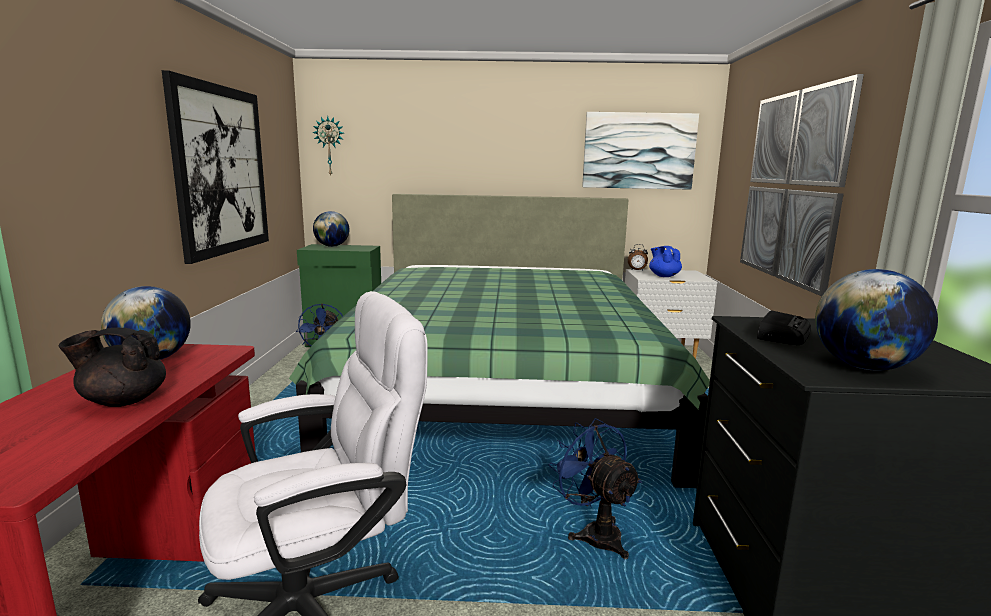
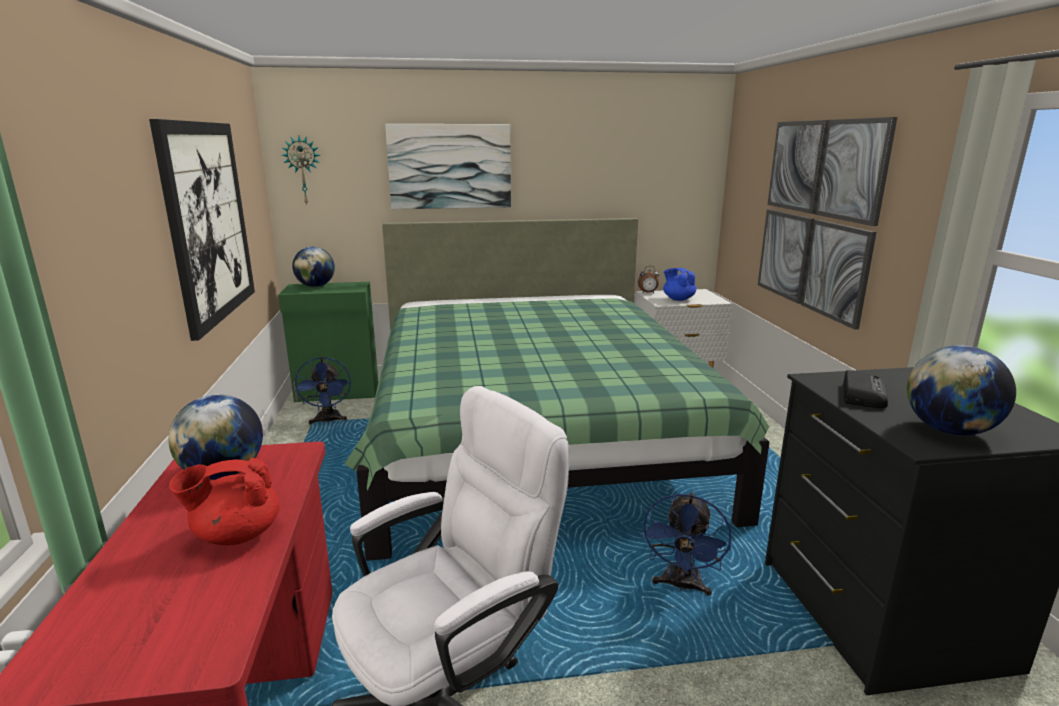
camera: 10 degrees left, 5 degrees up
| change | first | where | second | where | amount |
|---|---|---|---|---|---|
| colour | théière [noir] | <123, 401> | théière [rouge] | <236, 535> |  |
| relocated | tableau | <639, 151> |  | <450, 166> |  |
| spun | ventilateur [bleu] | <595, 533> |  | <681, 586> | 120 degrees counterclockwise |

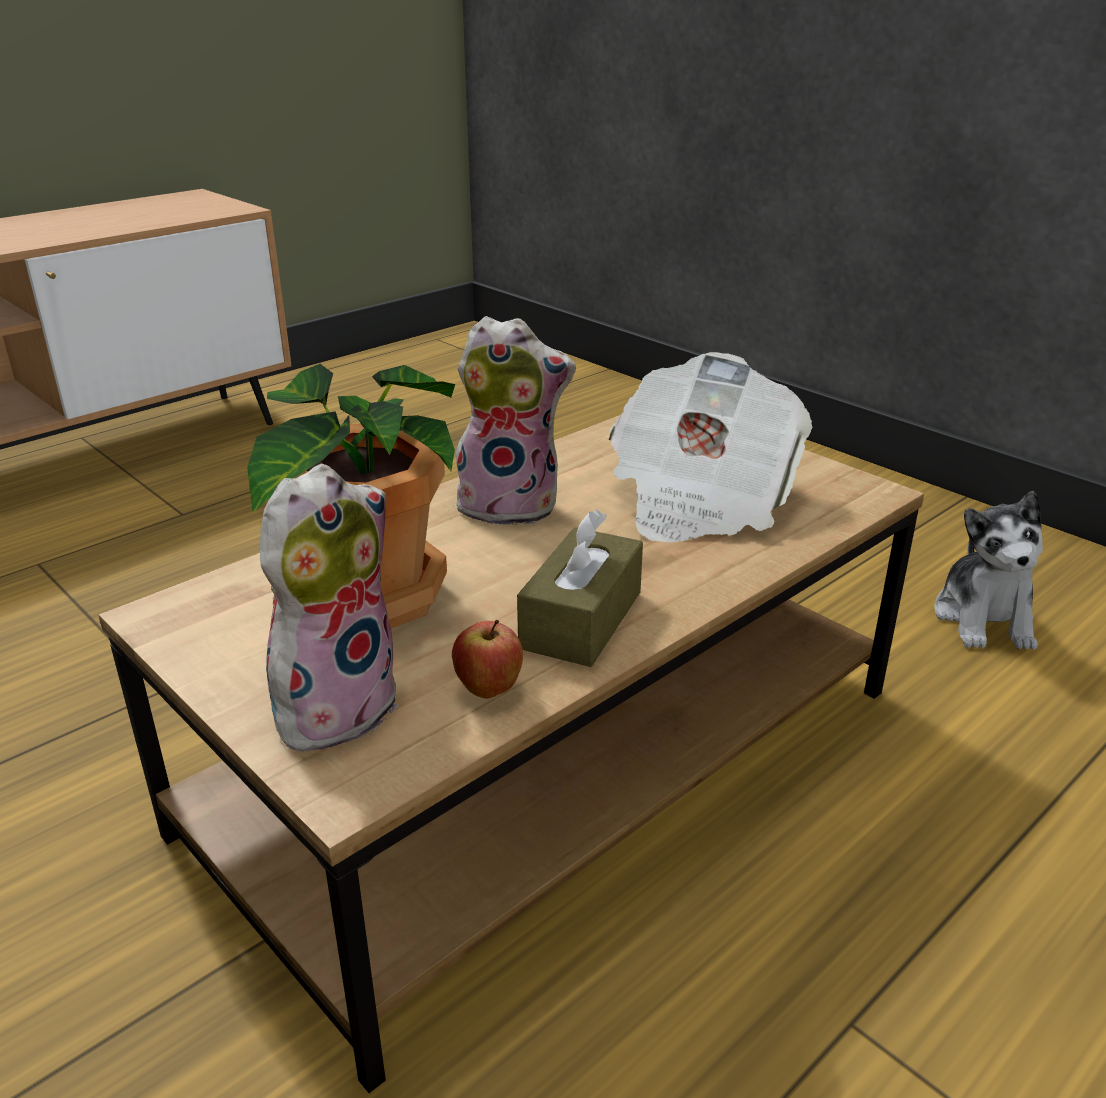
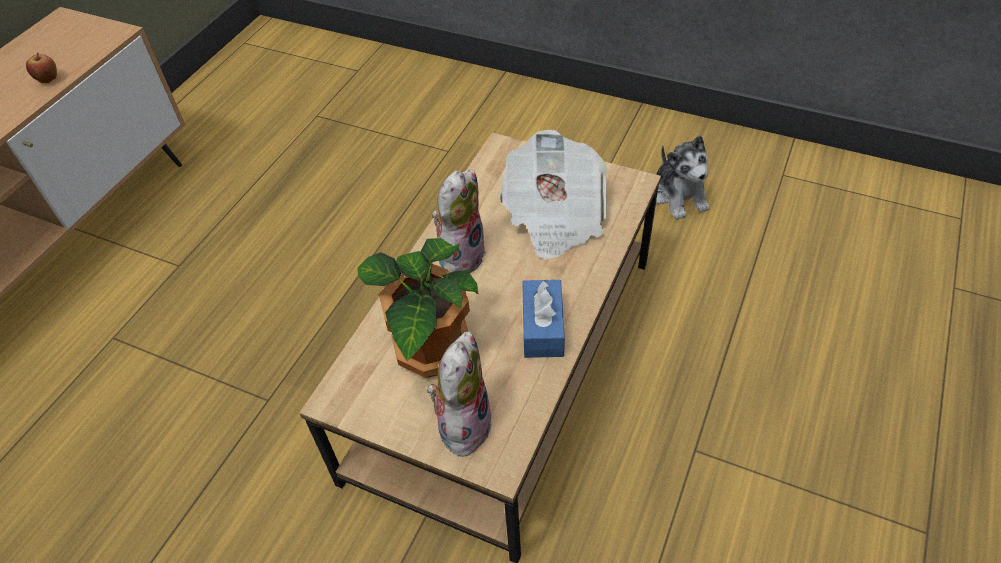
camera: 20 degrees left, 20 degrees up
| change | first | where | second | where | amount |
|---|---|---|---|---|---|
| relocated | pomme | <489, 690> |  | <49, 80> |  |
| spun | peluche | <511, 505> |  | <460, 255> | 45 degrees counterclockwise |
| colour | boîte à mouchoirs [marron] | <581, 620> | boîte à mouchoirs [bleu] | <542, 327> |  |

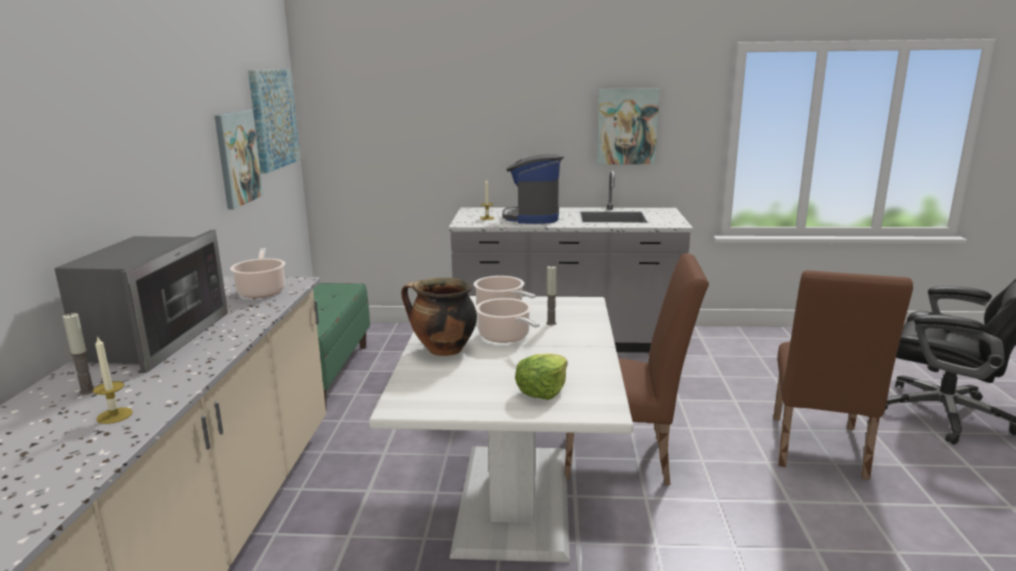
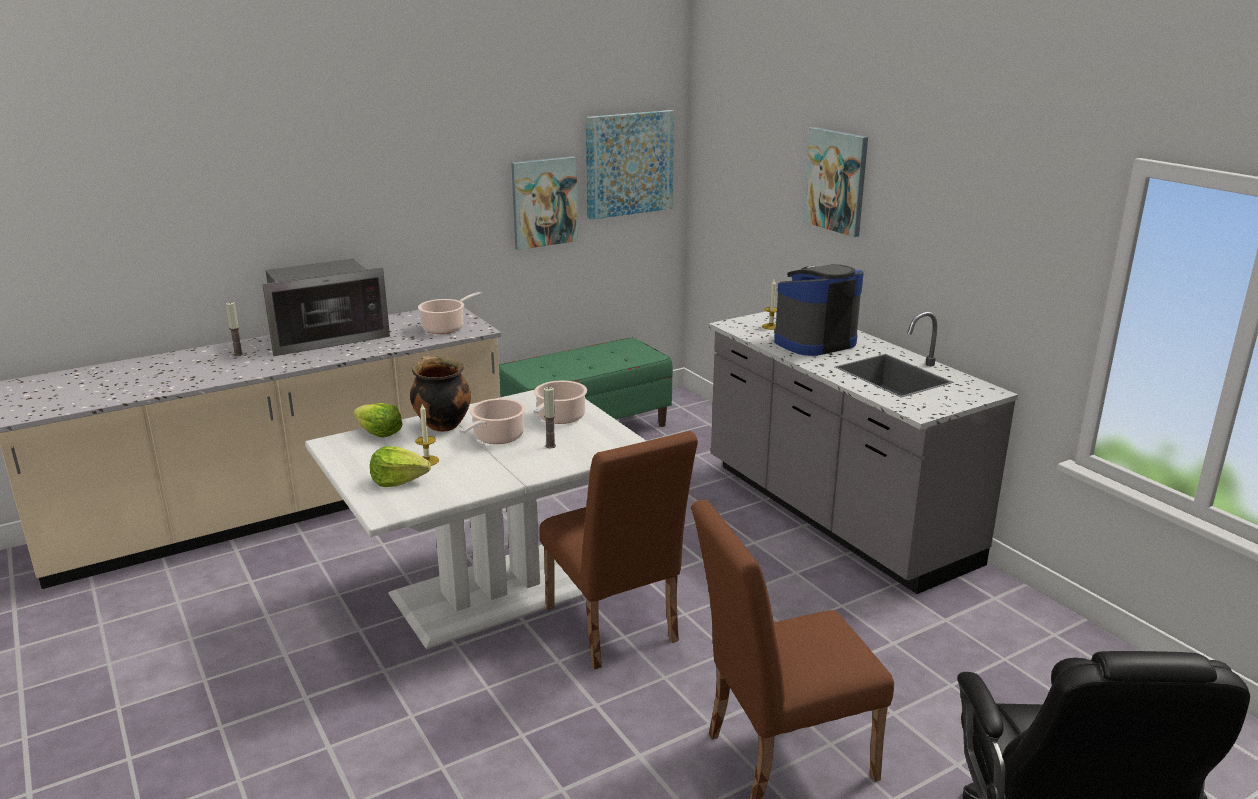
camera: 55 degrees right, 5 degrees up
| change | first | where | second | where | amount |
|---|---|---|---|---|---|
| appeared |  |  | laitue | <379, 433> |  |
| relocated | bougie | <114, 415> |  | <427, 461> |  |
| relocated | tableau | <627, 126> |  | <836, 181> |  |

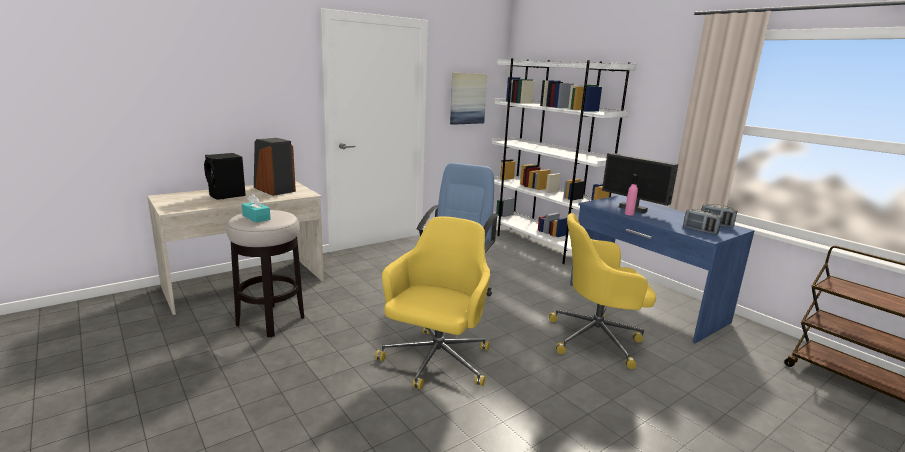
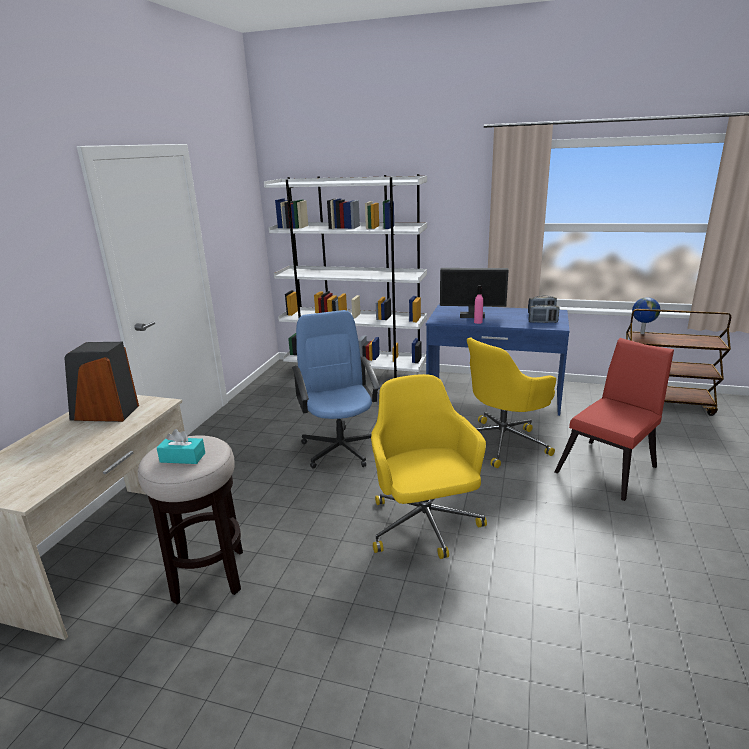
camera: 35 degrees left, 5 degrees up
| change | first | where | second | where | amount |
|---|---|---|---|---|---|
| appeared |  |  | chaise [rouge] | <610, 467> |  |
| appeared |  |  | globe | <641, 333> |  |
| missing | enceinte [noir] | <227, 195> |  |  |  |
| missing | tableau | <467, 98> |  |  |  |

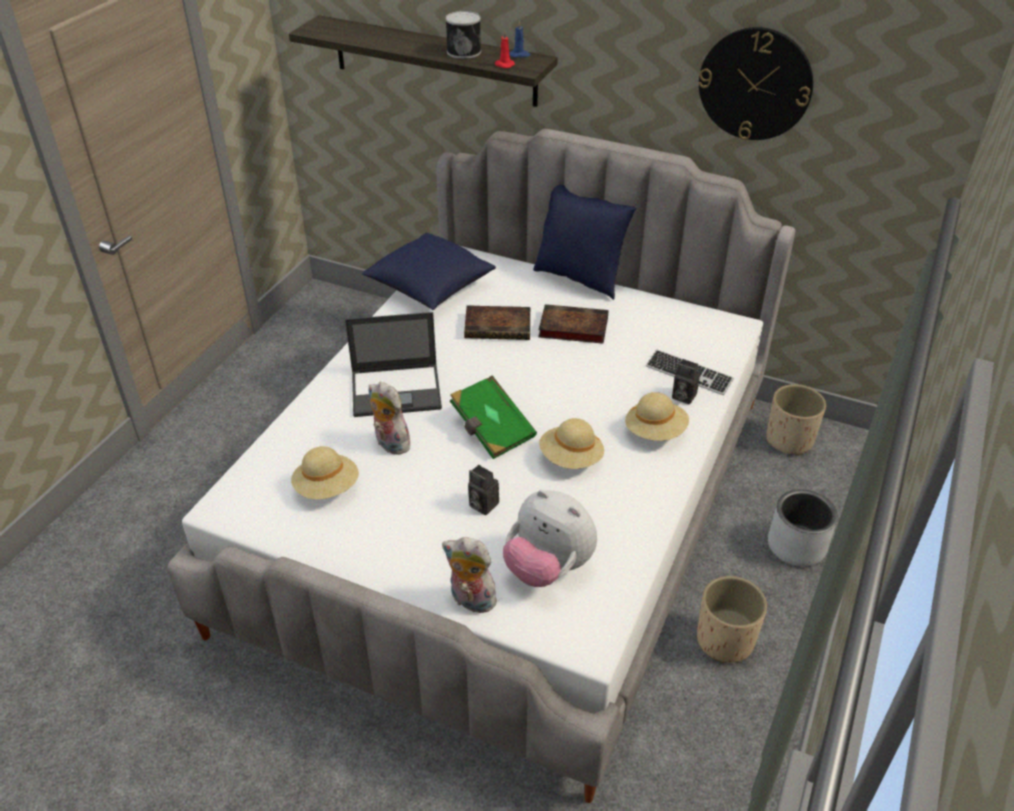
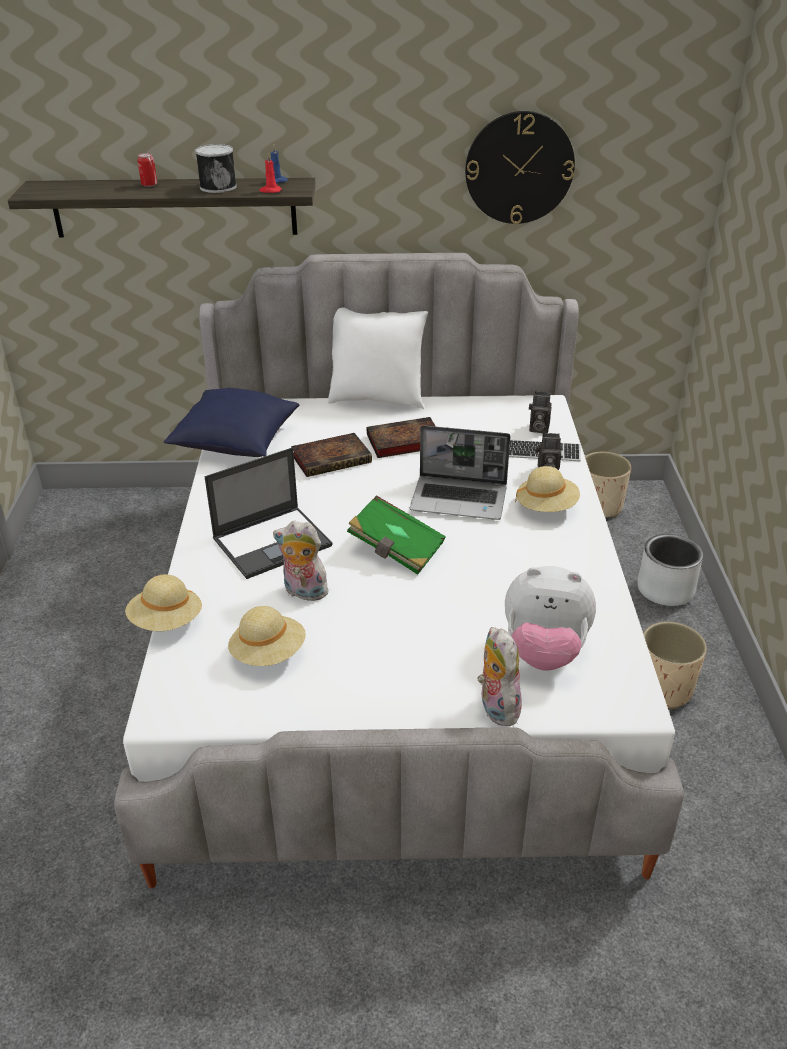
camera: 25 degrees left, 5 degrees down
| change | first | where | second | where | amount |
|---|---|---|---|---|---|
| relocated | chapeau [beige] | <571, 458> |  | <166, 622> |  |
| appeared |  |  | boîte métallique | <149, 185> |  |
| colour | coussin [bleu] | <579, 277> | coussin [blanc] | <377, 399> |  |
| appeared |  |  | ordinateur portable | <460, 499> |  |
| spun | peluche | <470, 601> |  | <496, 707> | 75 degrees clockwise |
| relocated | appareil photo | <481, 504> |  | <537, 429> |  |

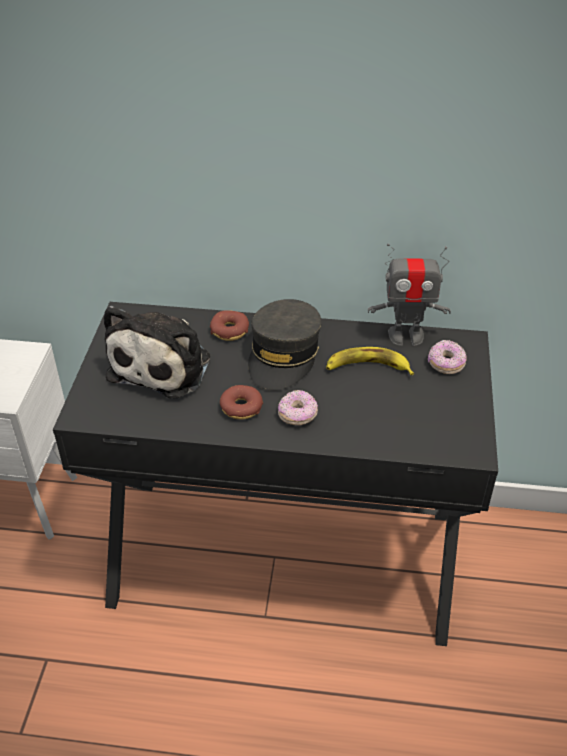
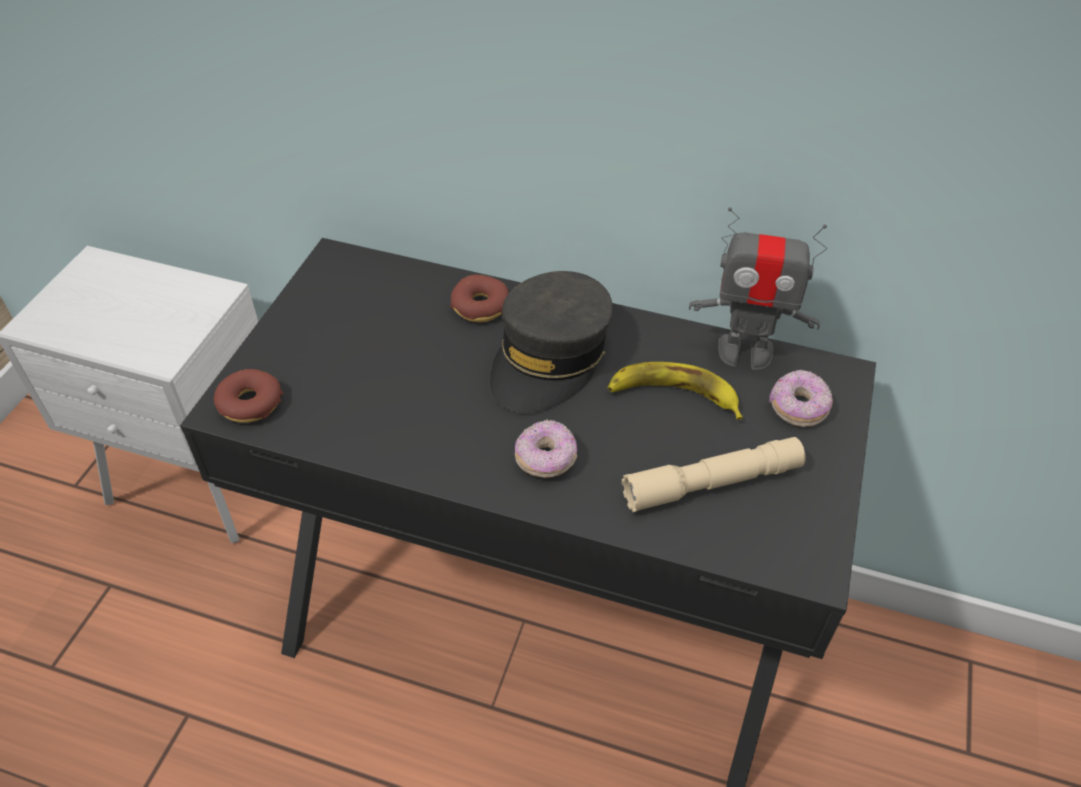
camera: 10 degrees right, 5 degrees up
| change | first | where | second | where | amount |
|---|---|---|---|---|---|
| relocated | beignet | <241, 407> |  | <250, 403> |  |
| appeared |  |  | lampe de poche [beige] | <712, 483> |  |
| missing | peluche | <163, 364> |  |  |  |

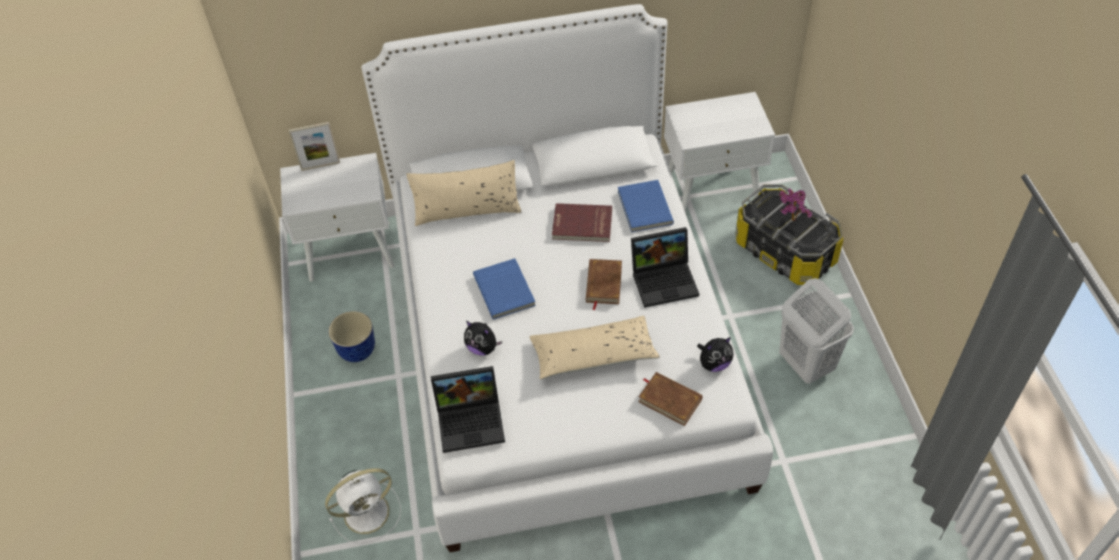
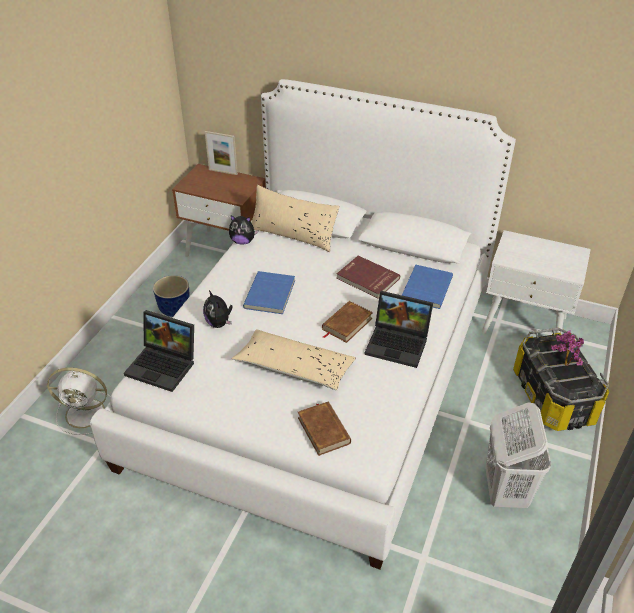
camera: 30 degrees right, 10 degrees down
| change | first | where | second | where | amount |
|---|---|---|---|---|---|
| colour | table de chevet [blanc] | <350, 250> | table de chevet [marron] | <226, 249> |  |
| relocated | peluche | <714, 364> |  | <243, 241> |  |

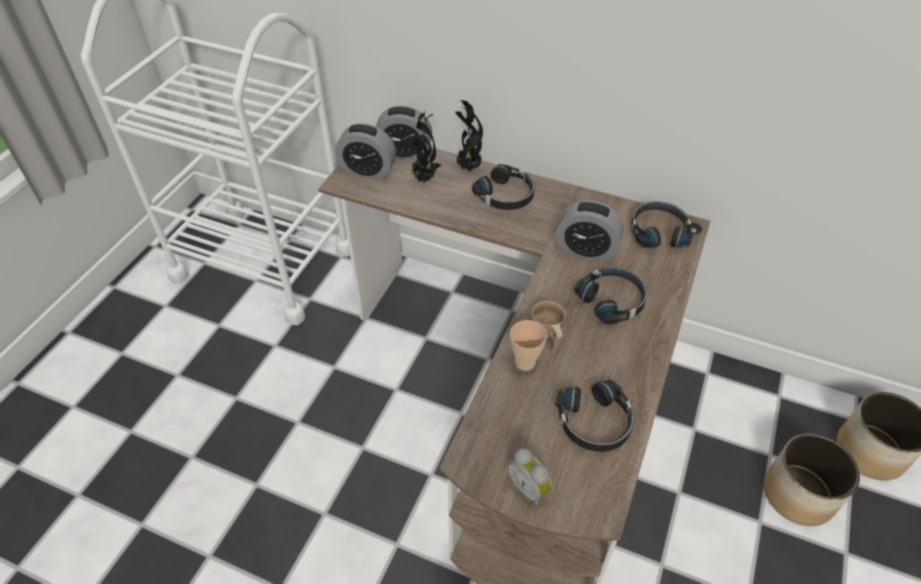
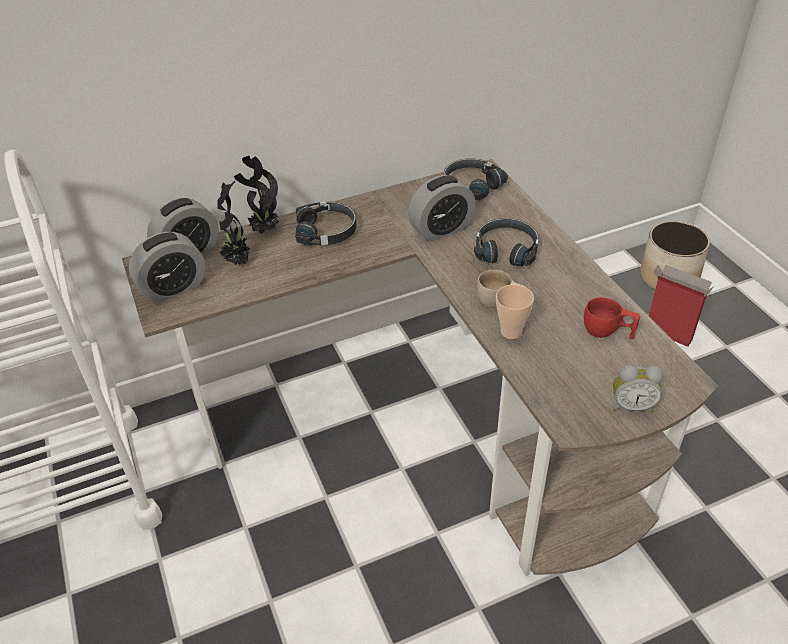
camera: 45 degrees left, 5 degrees down
| change | first | where | second | where | amount |
|---|---|---|---|---|---|
| exchanged | casque audio [noir] | <594, 422> | tasse [rouge] | <607, 332> |  |
| exchanged | cache-pot | <799, 495> | carton | <667, 334> |  |

